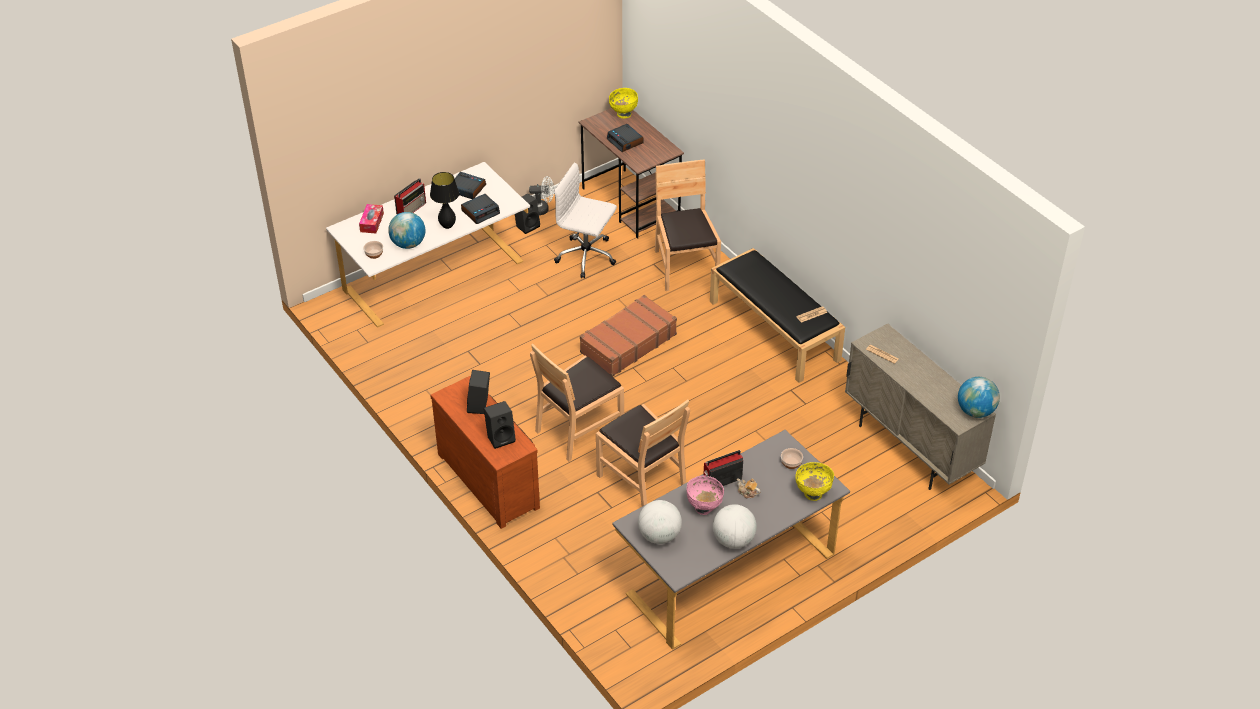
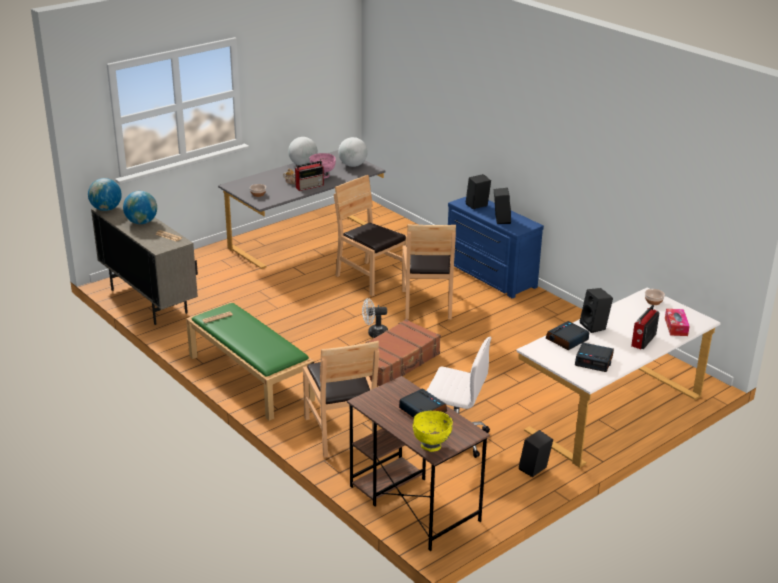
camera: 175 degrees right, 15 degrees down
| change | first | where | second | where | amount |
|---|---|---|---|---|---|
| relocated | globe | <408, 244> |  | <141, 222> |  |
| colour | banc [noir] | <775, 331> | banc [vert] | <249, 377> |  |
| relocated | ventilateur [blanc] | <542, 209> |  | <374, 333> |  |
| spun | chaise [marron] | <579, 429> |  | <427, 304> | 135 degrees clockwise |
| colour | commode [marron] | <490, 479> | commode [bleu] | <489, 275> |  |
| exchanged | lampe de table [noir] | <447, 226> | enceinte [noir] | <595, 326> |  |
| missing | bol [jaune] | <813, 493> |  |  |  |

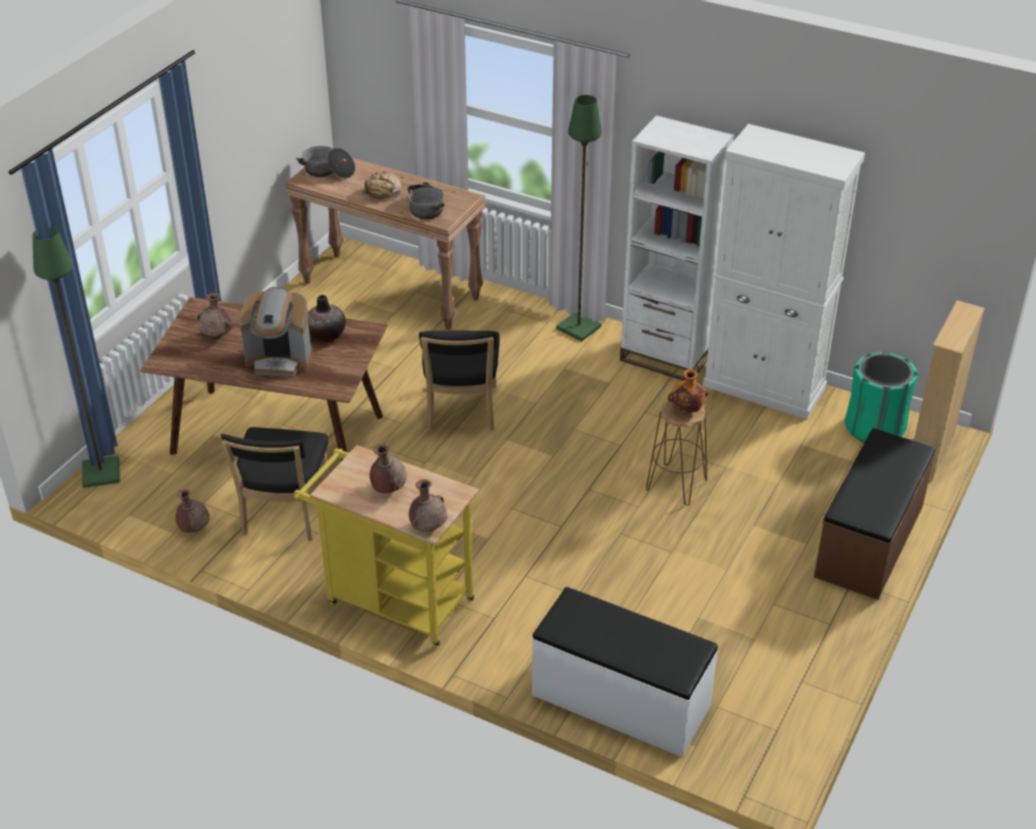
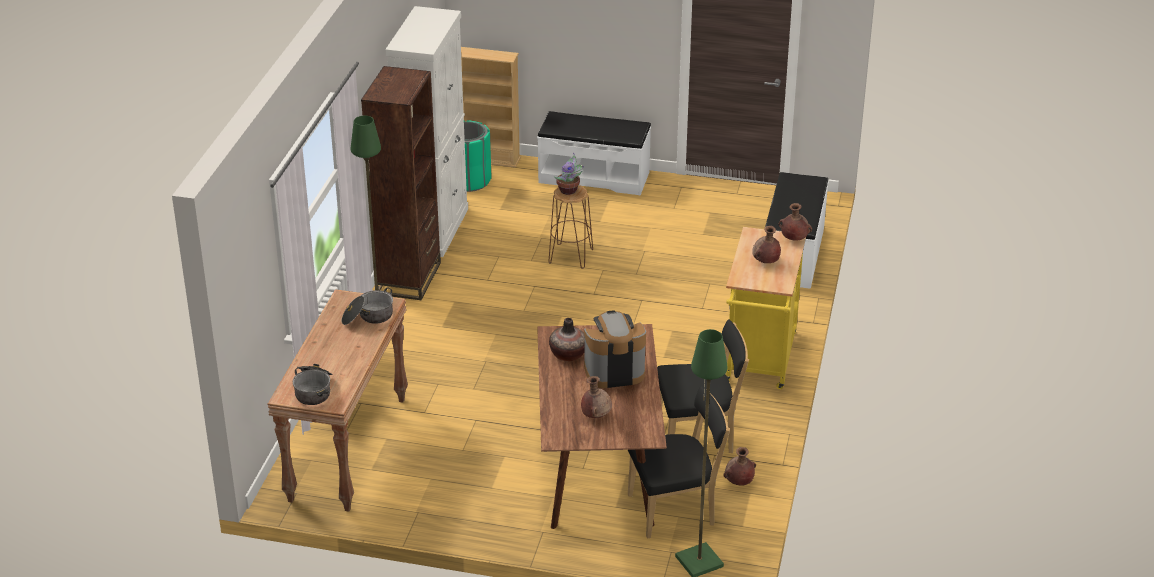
camera: 105 degrees left, 5 degrees down
| change | first | where | second | where | amount |
|---|---|---|---|---|---|
| colour | bibliothèque [blanc] | <666, 357> | bibliothèque [marron] | <408, 278> |  |
| colour | banc [marron] | <870, 541> | banc [blanc] | <594, 177> |  |
| exchanged | vase [orange] | <686, 409> | plante en pot | <569, 190> |  |
| spun | machine à café | <279, 359> |  | <614, 372> | 90 degrees counterclockwise |
| relocated | chaise [noir] | <461, 411> |  | <675, 510> |  |
| missing | pain | <383, 192> |  |  |  |

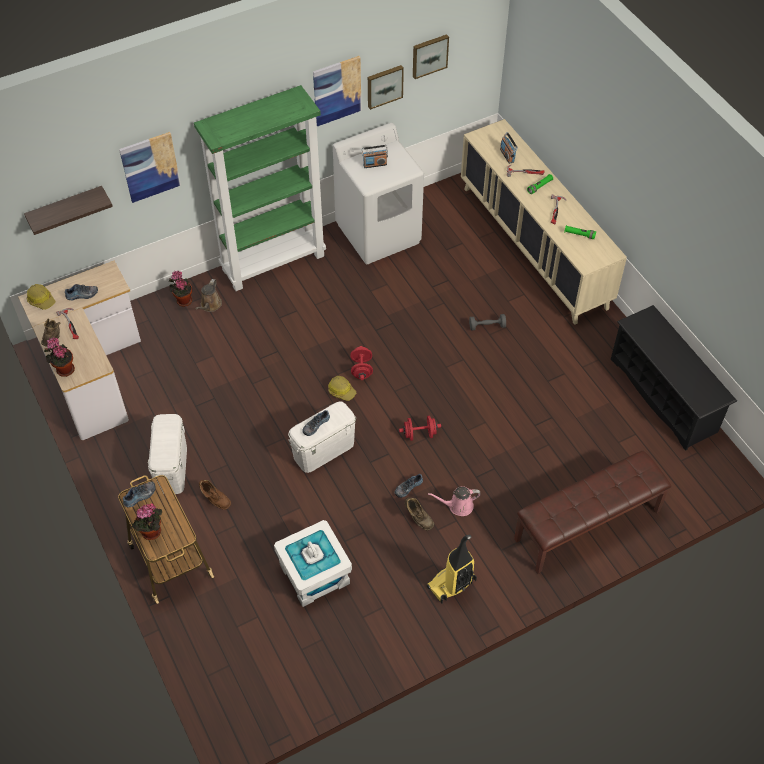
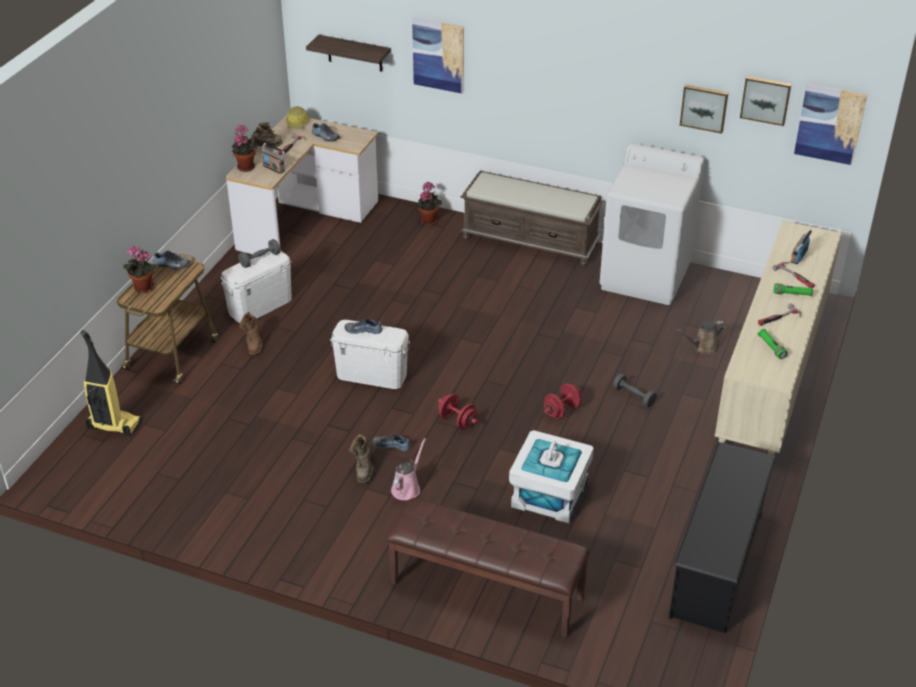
camera: 50 degrees right, 15 degrees down
| change | first | where | second | where | amount |
|---|---|---|---|---|---|
| relocated | aspirateur | <451, 585> |  | <113, 425> |  |
| appeared |  |  | haltère [gris] | <260, 259> |  |
| relocated | radio | <375, 164> |  | <274, 168> |  |
| spun | arrosoir [rose] | <458, 506> |  | <407, 488> | 75 degrees clockwise |
| exchanged | bibliothèque [vert] | <274, 262> | banc [marron] | <531, 241> |  |
| relocated | boîte de rangement [blanc] | <314, 574> |  | <549, 494> |  |
| relocated | haltère [rouge] | <361, 369> |  | <562, 410> |  |
| relocated | arrosoir [marron] | <210, 305> |  | <703, 347> |  |
| relocated | tableau | <337, 90> |  | <830, 124> |  |
| missing | casque de chantier | <341, 391> |  |  |  |

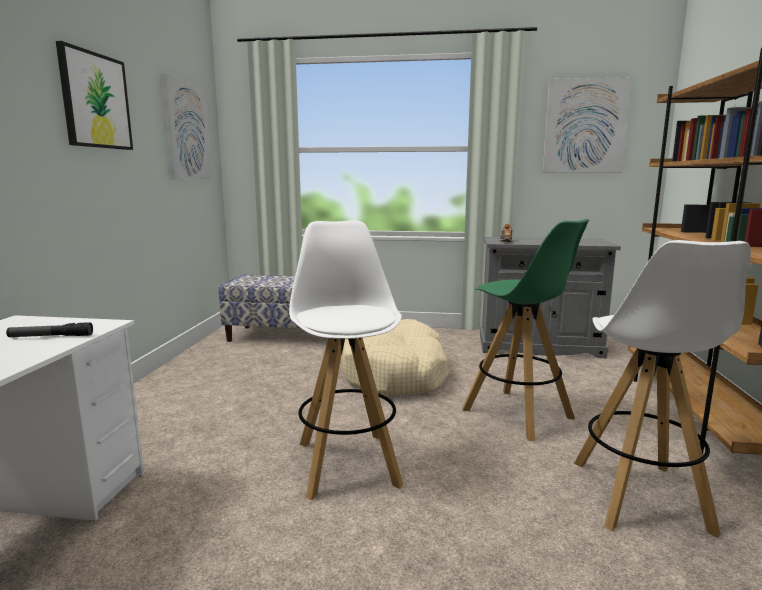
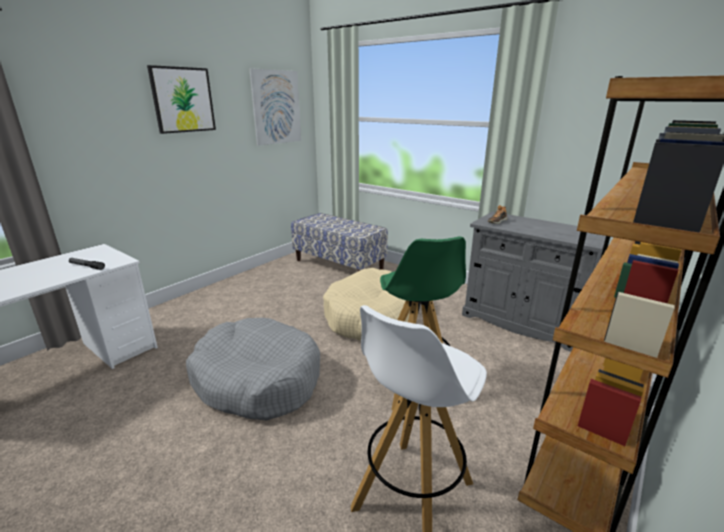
camera: 30 degrees right, 10 degrees up
| change | first | where | second | where | amount |
|---|---|---|---|---|---|
| exchanged | tabouret [blanc] | <347, 462> | panier pour chien [gris] | <257, 380> |  |
| missing | tableau | <585, 126> |  |  |  |

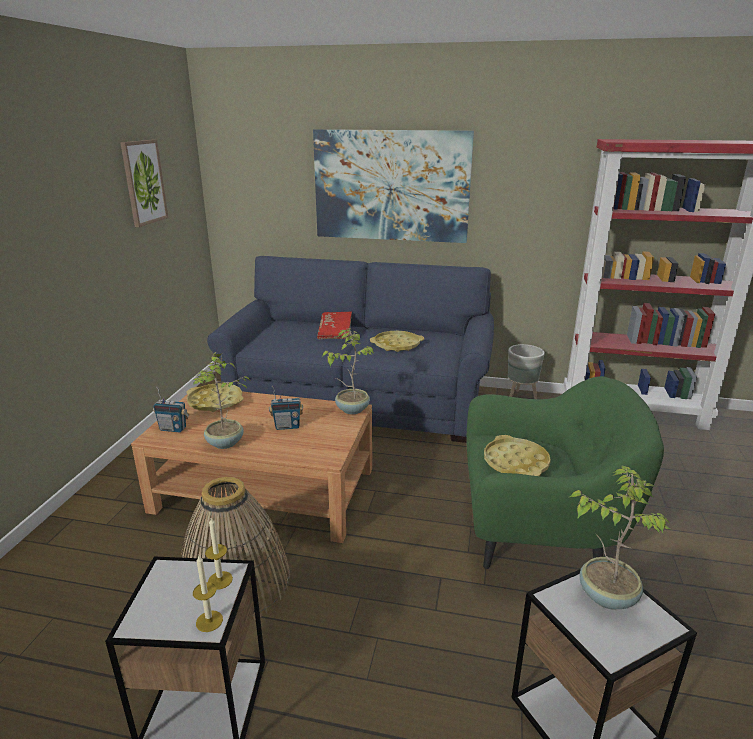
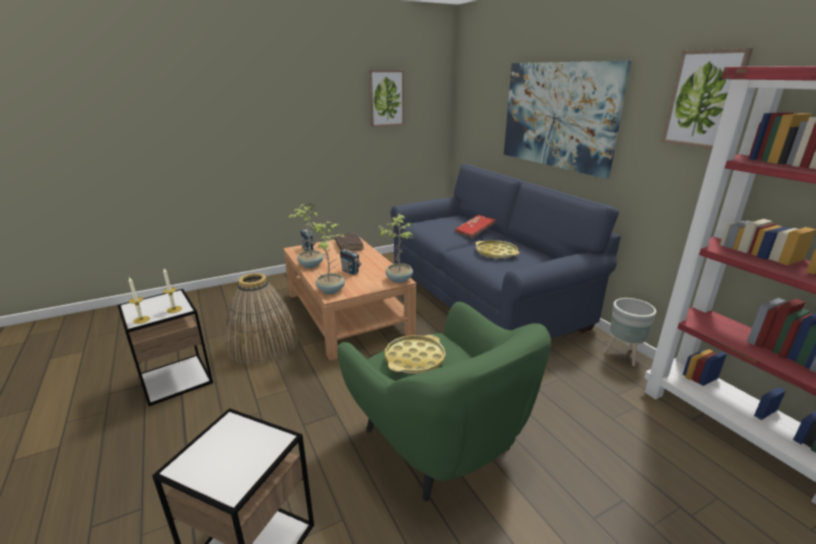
camera: 50 degrees right, 0 degrees up
| change | first | where | second | where | amount |
|---|---|---|---|---|---|
| relocated | plante en pot | <606, 595> |  | <331, 290> |  |
| exchanged | plateau [jaune] | <215, 402> | livre [marron] | <348, 246> |  |
| appeared |  |  | tableau | <704, 99> |  |

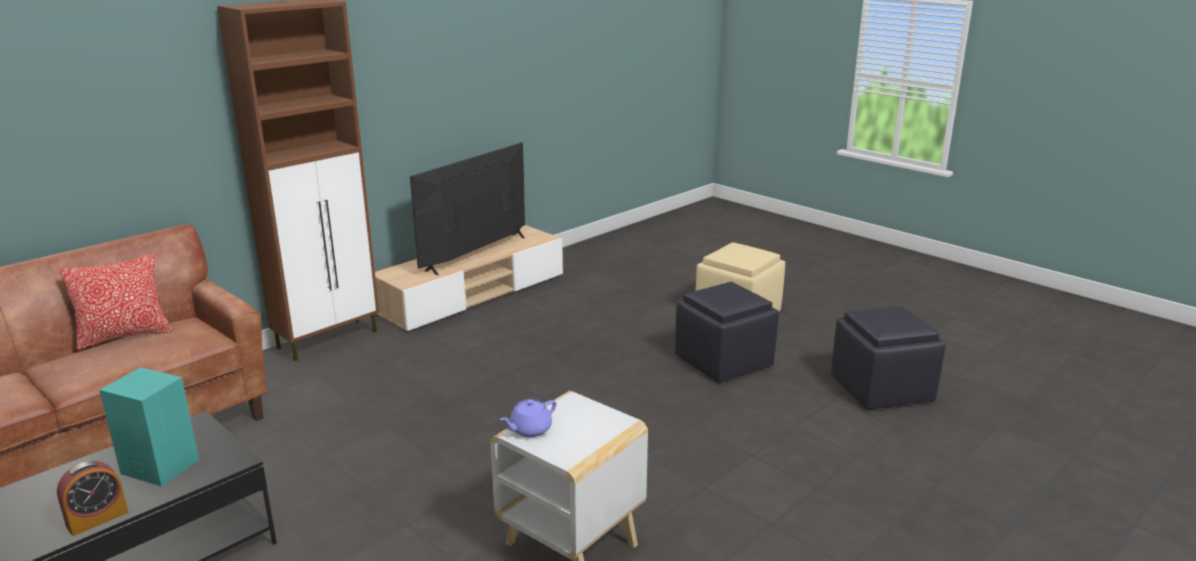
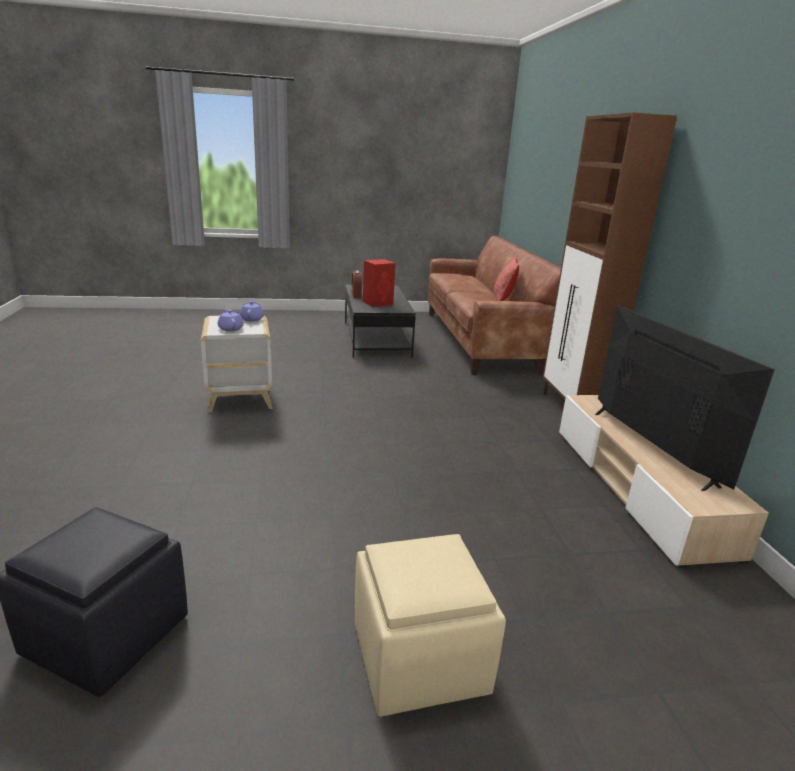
camera: 125 degrees right, 0 degrees up
| change | first | where | second | where | amount |
|---|---|---|---|---|---|
| appeared |  |  | théière [violet] | <230, 328> |  |
| colour | enceinte [turquoise] | <159, 466> | enceinte [rouge] | <378, 303> |  |
| missing | pouf [noir] | <723, 361> |  |  |  |

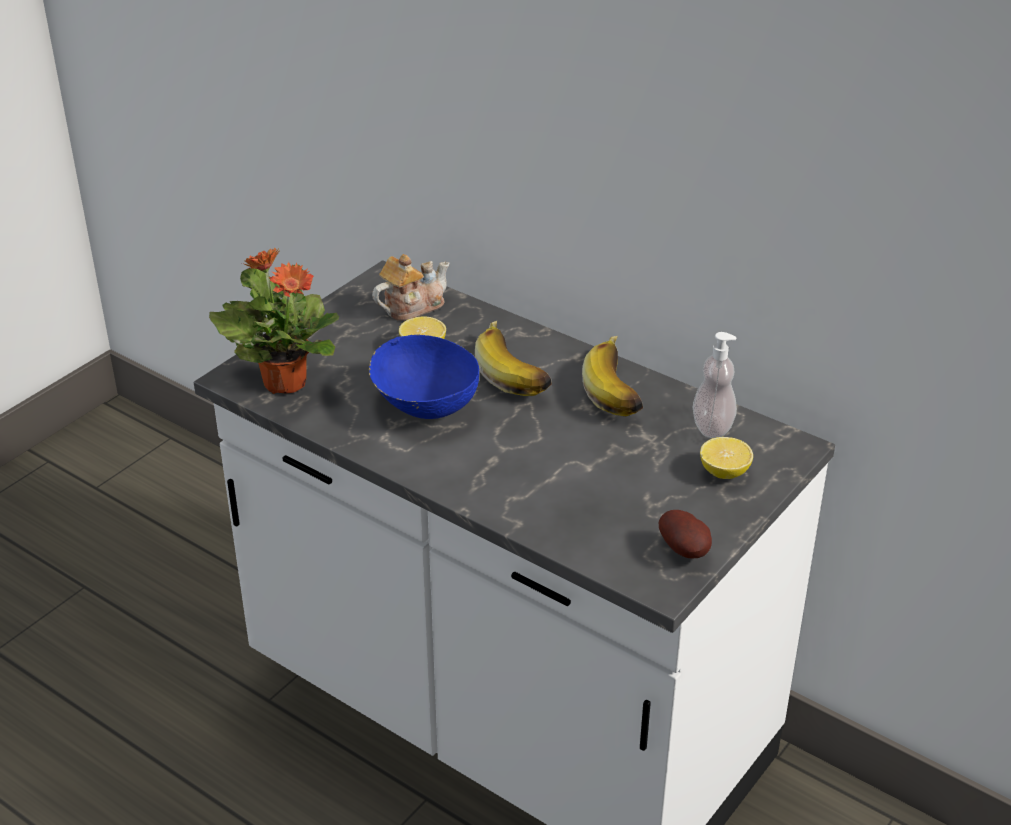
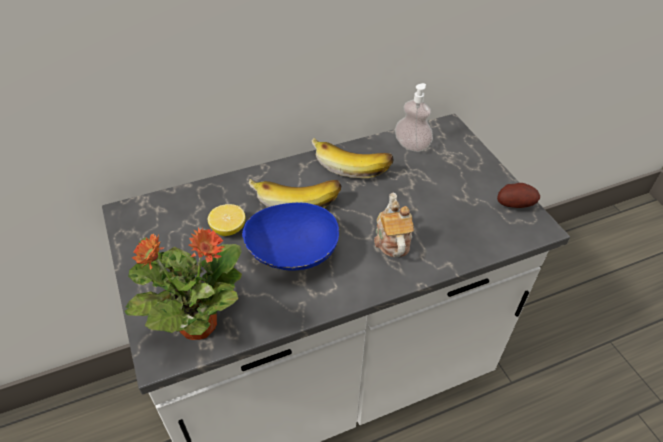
camera: 60 degrees left, 10 degrees up
| change | first | where | second | where | amount |
|---|---|---|---|---|---|
| relocated | théière | <412, 306> |  | <392, 240> |  |
| missing | citron | <724, 472> |  |  |  |

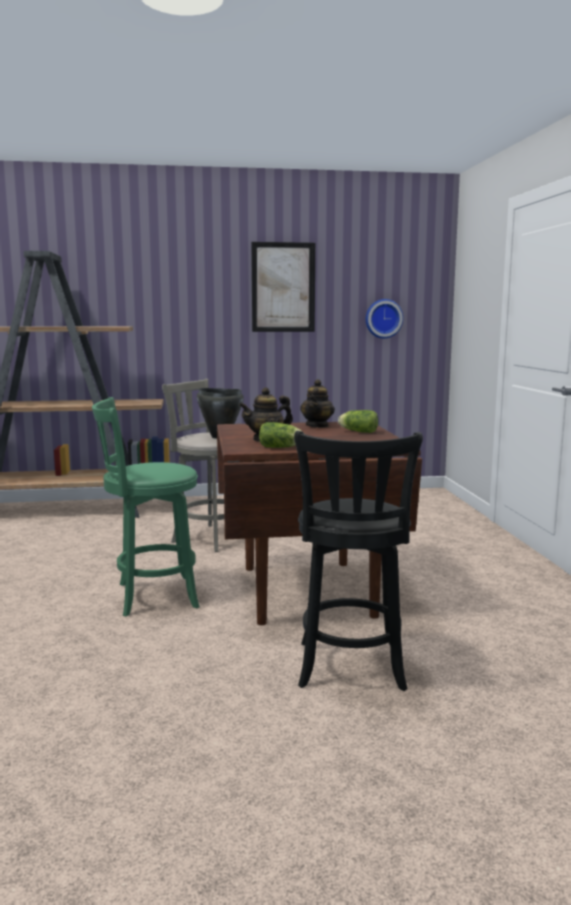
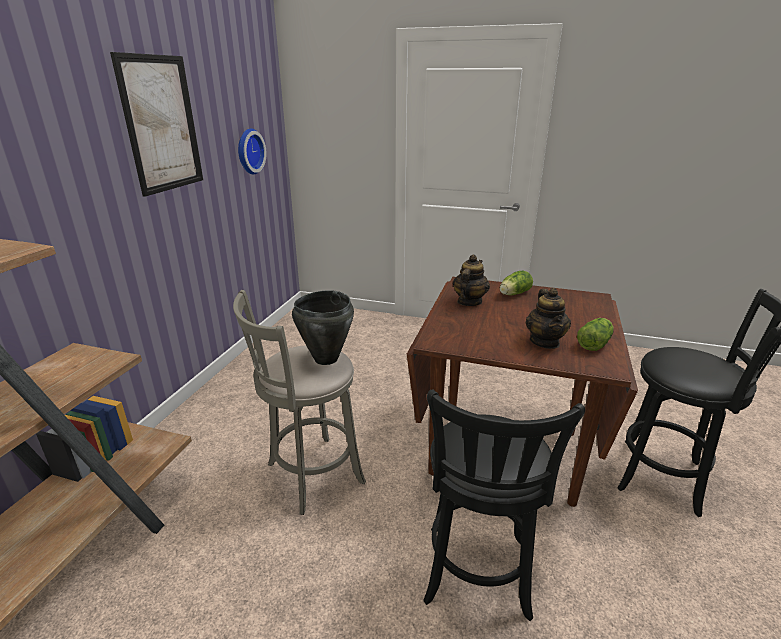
camera: 65 degrees left, 15 degrees up
| change | first | where | second | where | amount |
|---|---|---|---|---|---|
| colour | tabouret [vert] | <152, 596> | tabouret [noir] | <477, 577> |  |
| spun | théière | <317, 426> |  | <469, 302> | 105 degrees counterclockwise |

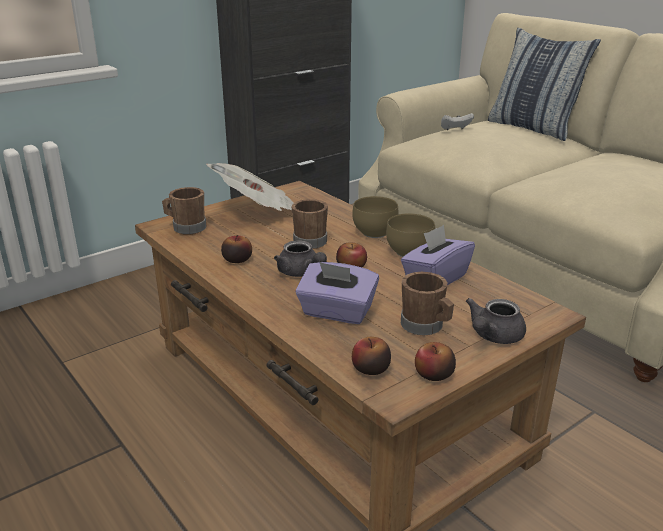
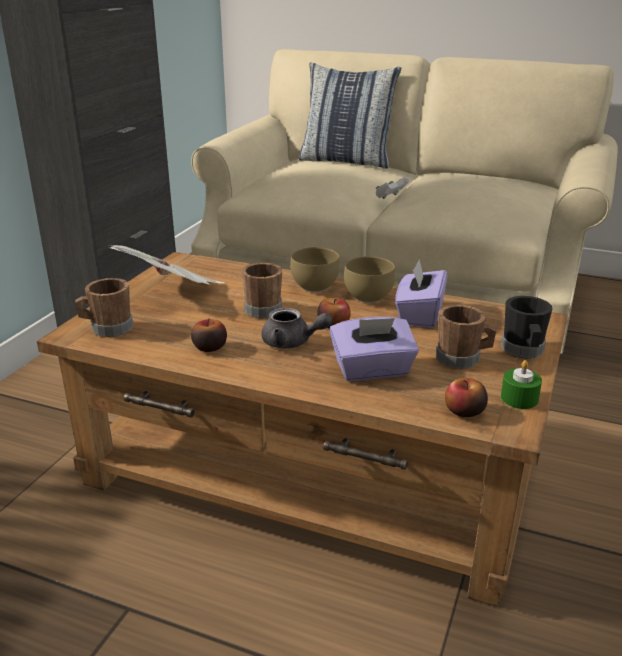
camera: 30 degrees left, 0 degrees up
| change | first | where | second | where | amount |
|---|---|---|---|---|---|
| relocated | manette [blanc] | <455, 130> |  | <390, 197> |  |
| exchanged | théière [gris] | <493, 336> | mug [noir] | <523, 351> |  |
| exchanged | pomme | <434, 374> | bougie [vert] | <519, 398> |  |

